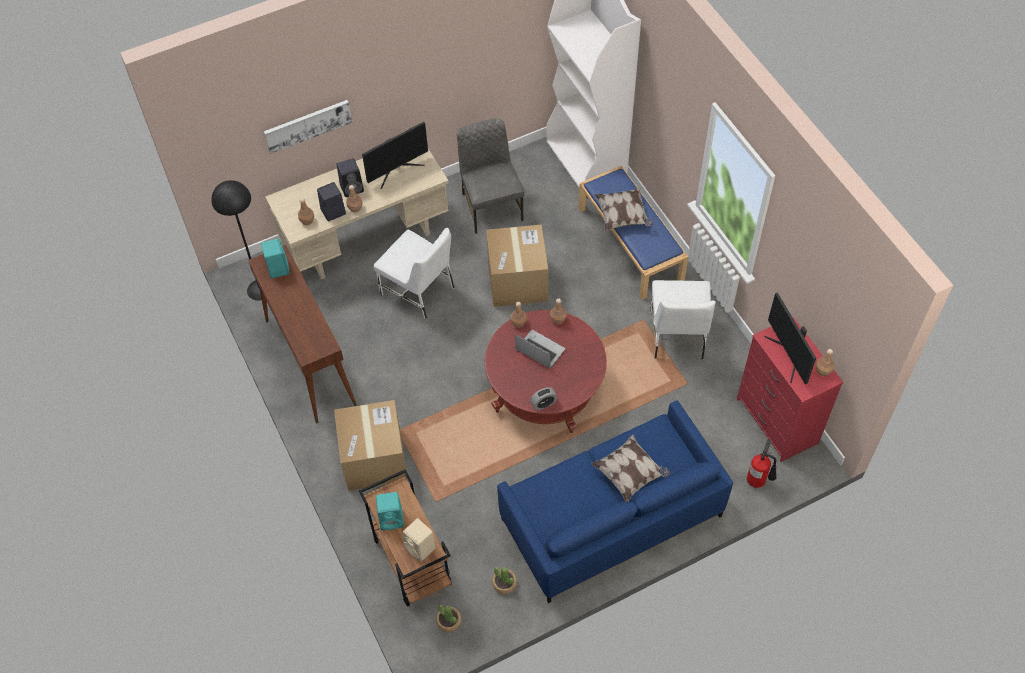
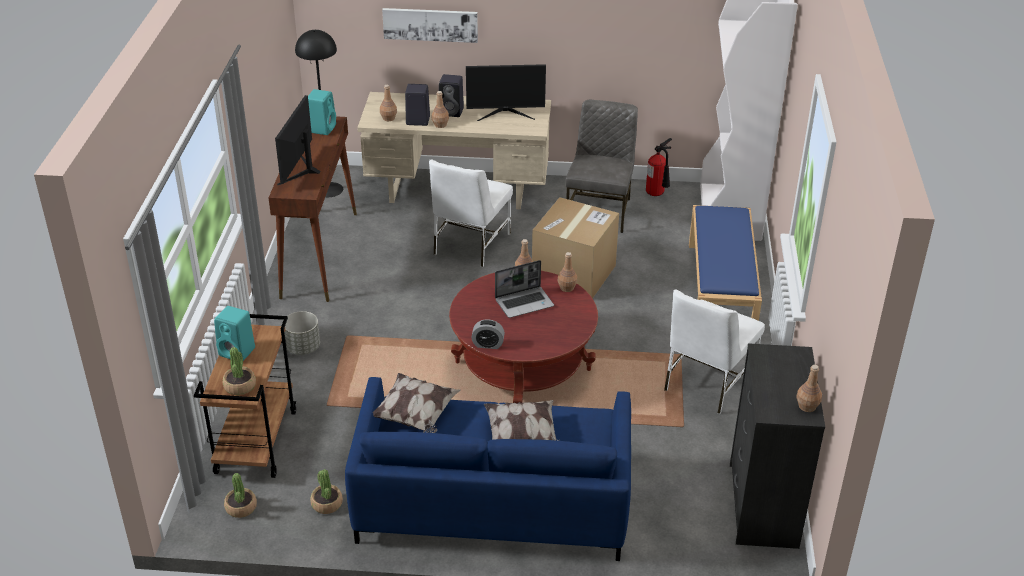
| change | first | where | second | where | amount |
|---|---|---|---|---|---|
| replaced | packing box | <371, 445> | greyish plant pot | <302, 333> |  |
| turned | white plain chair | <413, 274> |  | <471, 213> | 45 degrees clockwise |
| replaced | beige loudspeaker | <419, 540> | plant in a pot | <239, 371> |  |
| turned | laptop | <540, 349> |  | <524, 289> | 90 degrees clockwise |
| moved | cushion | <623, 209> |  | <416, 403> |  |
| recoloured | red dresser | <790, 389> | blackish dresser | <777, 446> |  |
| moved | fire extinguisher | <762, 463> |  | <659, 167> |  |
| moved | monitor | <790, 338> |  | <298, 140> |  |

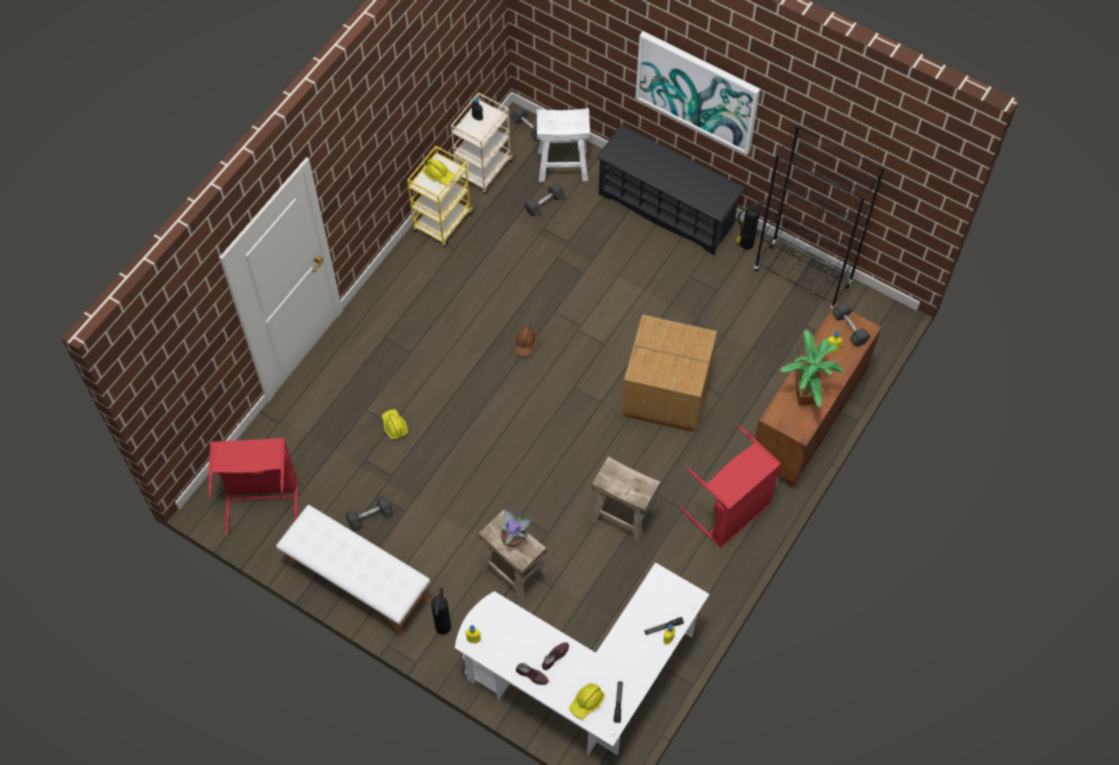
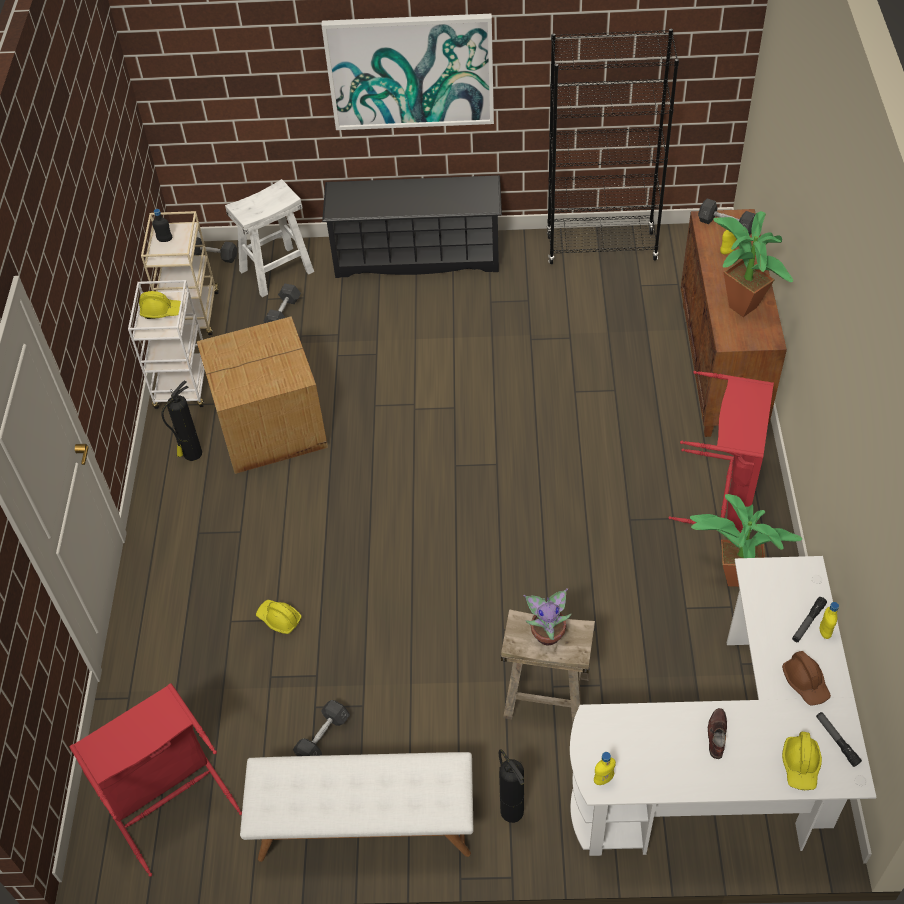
| change | first | where | second | where | amount |
|---|---|---|---|---|---|
| recoloured | yellow-coloured wheeled cart | <441, 196> | white wheeled cart | <166, 344> |  |
| moved | brown safety helmet | <526, 341> |  | <806, 678> |  |
| removed | brown item of footwear | <532, 674> |  |  |  |
| removed | beige stool seat | <625, 501> |  |  |  |
| moved | packing box | <669, 373> |  | <262, 395> |  |
| moved | fire extinguisher | <751, 225> |  | <181, 420> |  |
| added |  |  | plant in a pot | <746, 540> |  |

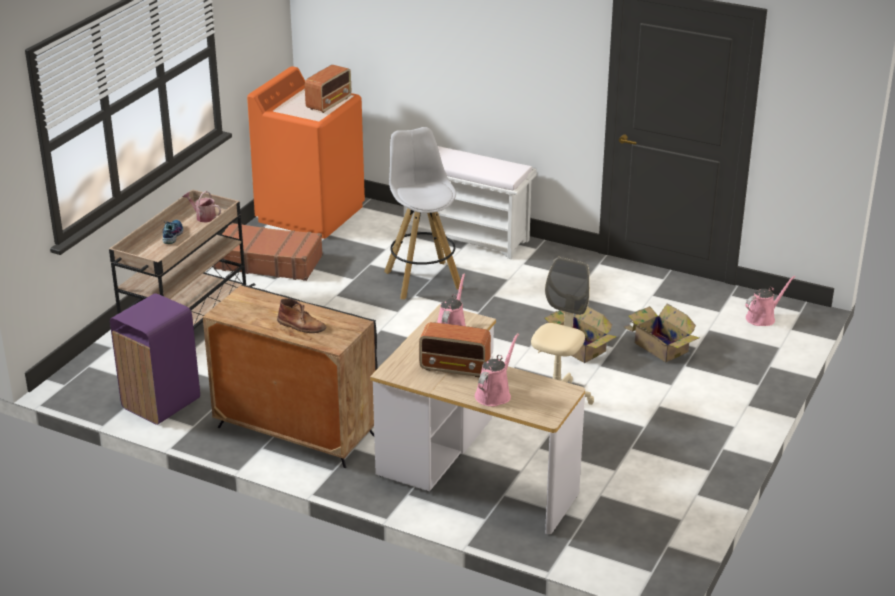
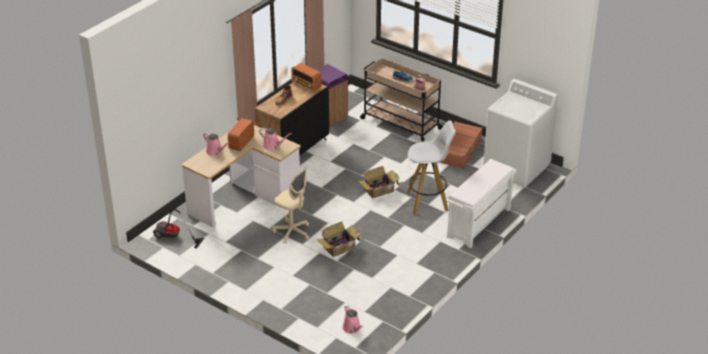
| change | first | where | second | where | amount |
|---|---|---|---|---|---|
| recoloured | orangey washing machine | <306, 152> | white washing machine | <520, 133> |  |
| moved | radio set | <328, 89> |  | <306, 77> |  |
| moved | packing box | <661, 332> |  | <381, 182> |  |
| added |  |  | hoover | <178, 229> |  |

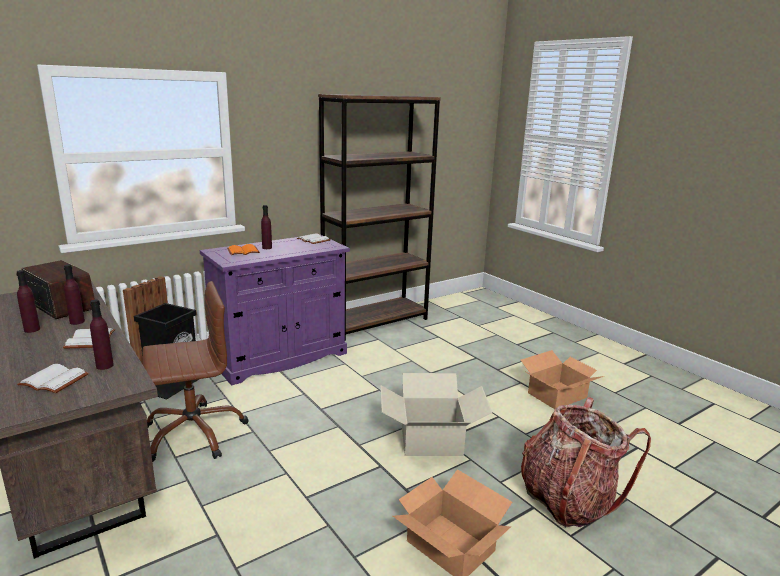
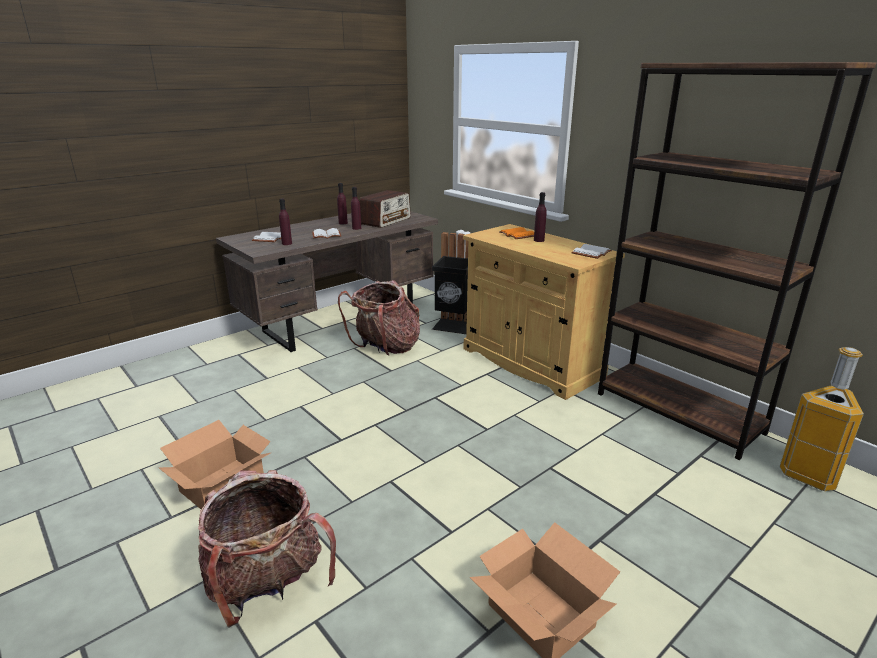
| change | first | where | second | where | amount |
|---|---|---|---|---|---|
| replaced | brown desk chair | <196, 371> | backpack | <379, 317> |  |
| recoloured | purplish storage cabinet | <275, 309> | beige storage cabinet | <544, 312> |  |
| removed | packing box | <436, 414> |  |  |  |
| added |  |  | trash can | <822, 419> |  |

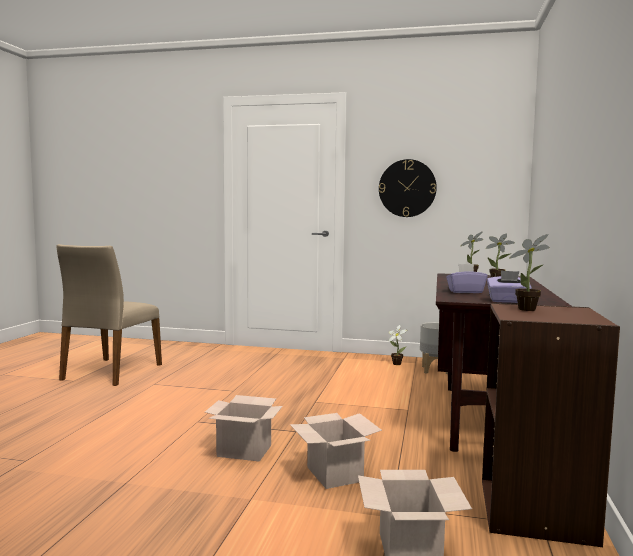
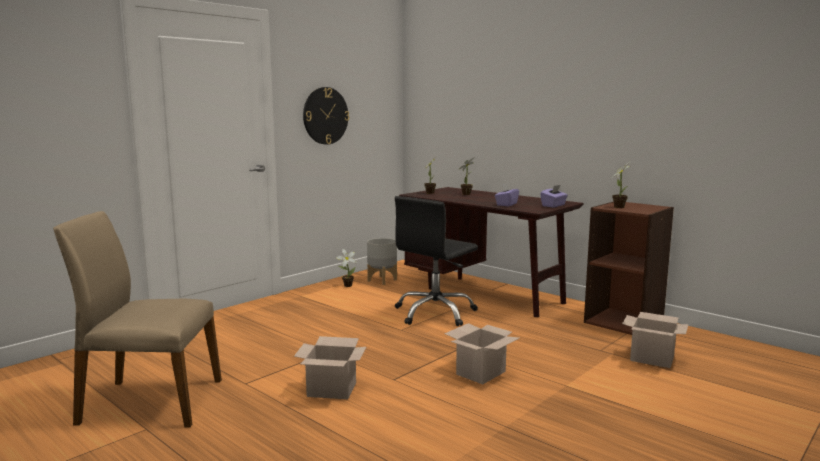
| change | first | where | second | where | amount |
|---|---|---|---|---|---|
| turned | beige plain chair | <109, 315> |  | <137, 319> | 135 degrees clockwise |
| moved | packing box | <336, 451> |  | <330, 367> |  |
| added |  |  | blackish desk chair | <436, 261> |  |

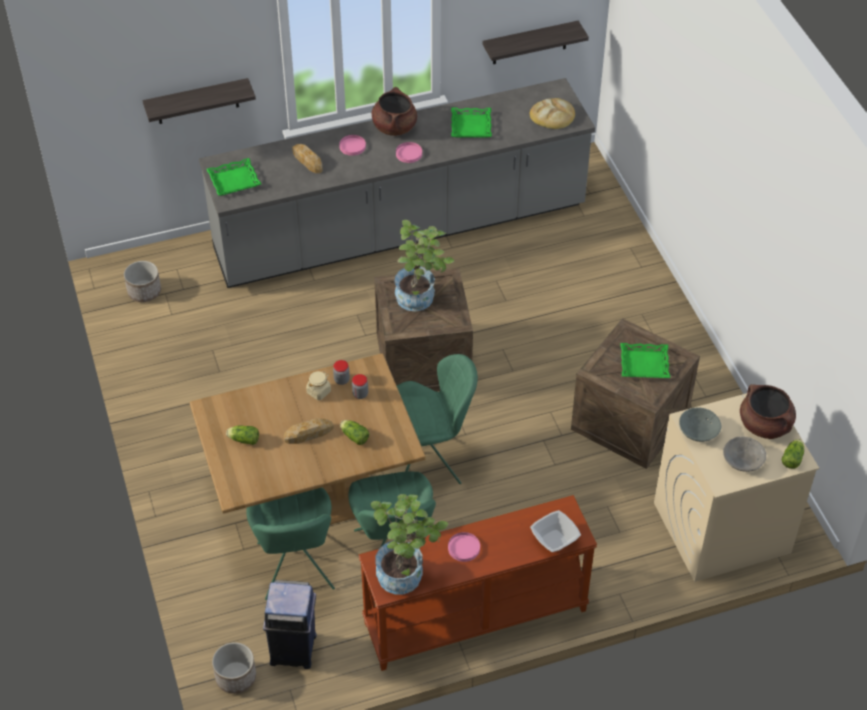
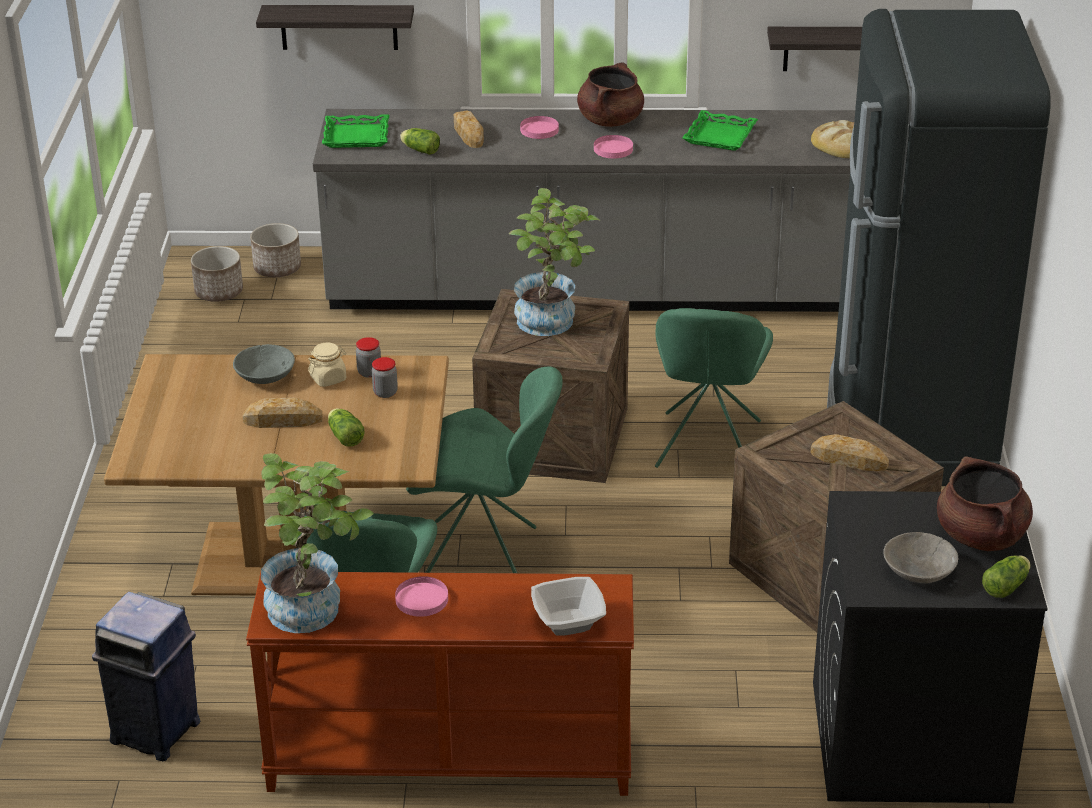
| change | first | where | second | where | amount |
|---|---|---|---|---|---|
| moved | plant pot | <234, 668> |  | <275, 250> |  |
| moved | lettuce head | <242, 435> |  | <420, 141> |  |
| moved | green plain chair | <290, 543> |  | <714, 388> |  |
| replaced | green carrying tray | <645, 360> | baked bread | <849, 452> |  |
| recoloured | beige washing machine | <736, 487> | blackish washing machine | <930, 647> |  |
| moved | greyish deep dish | <700, 425> |  | <264, 364> |  |
| added |  |  | blackish kitchen fridge | <939, 247> |  |

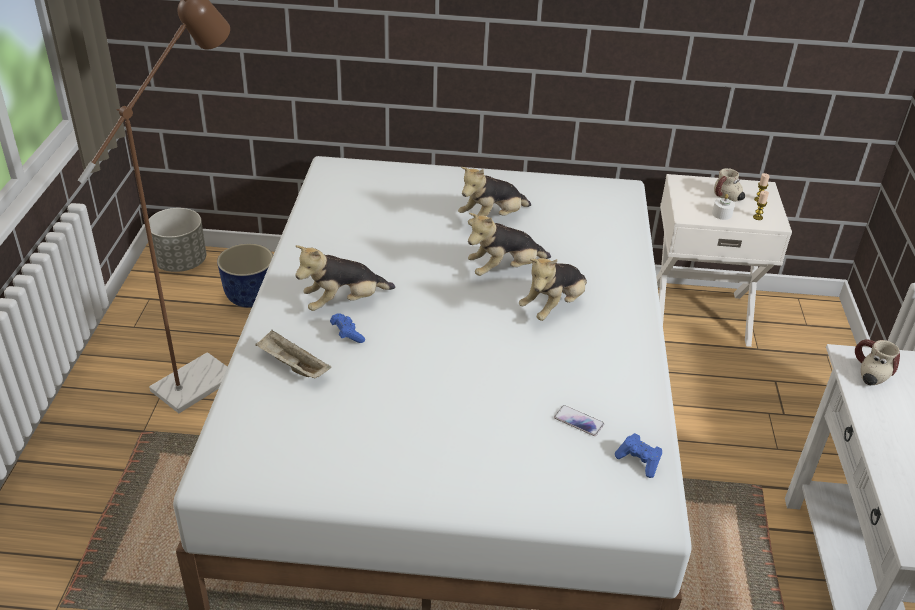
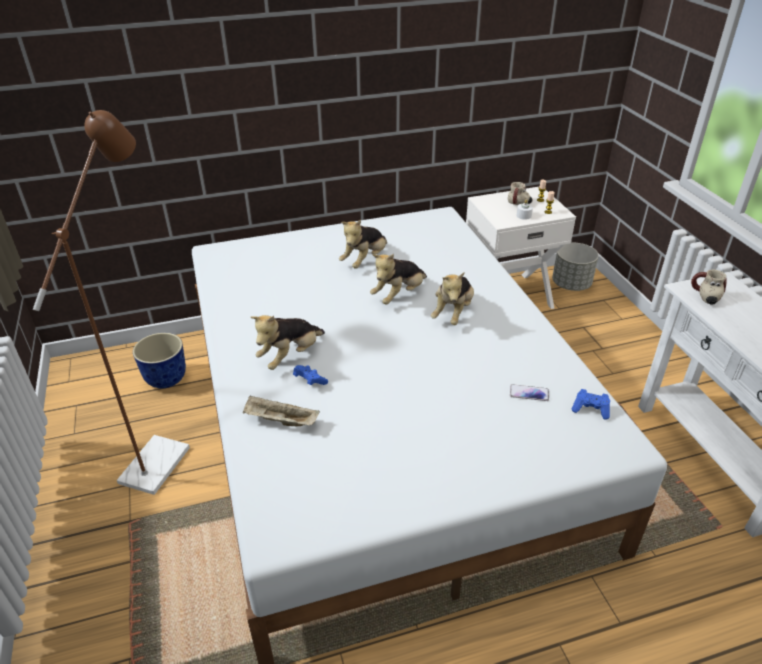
| change | first | where | second | where | amount |
|---|---|---|---|---|---|
| moved | greyish plant pot | <177, 240> |  | <575, 267> |  |

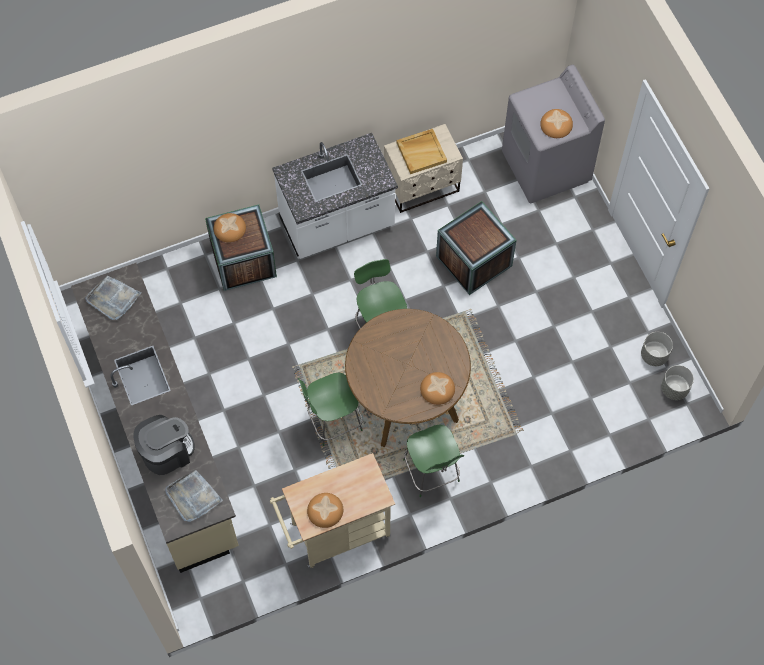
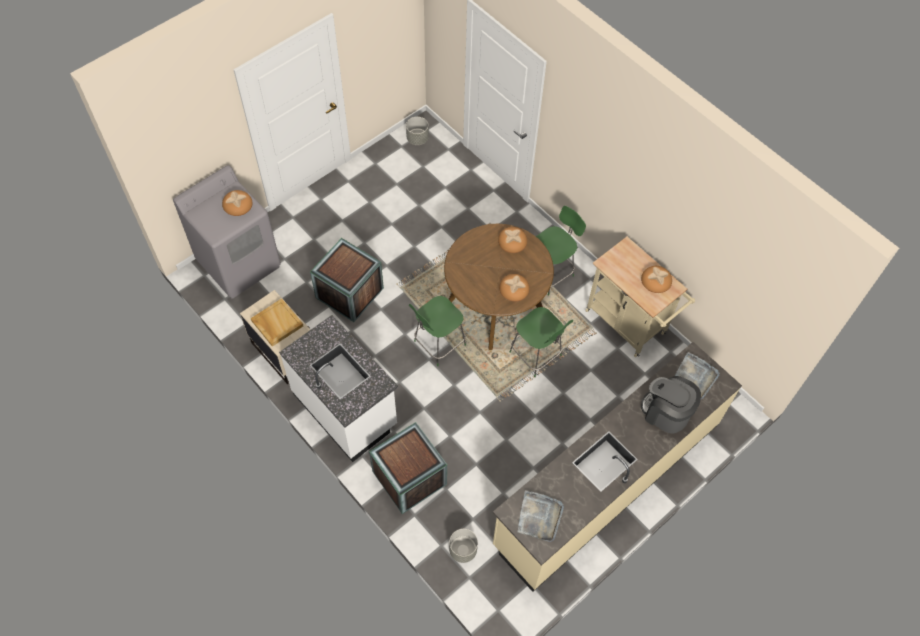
| change | first | where | second | where | amount |
|---|---|---|---|---|---|
| moved | baked bread | <230, 228> |  | <514, 287> |  |
| moved | greyish plant pot | <657, 349> |  | <463, 546> |  |

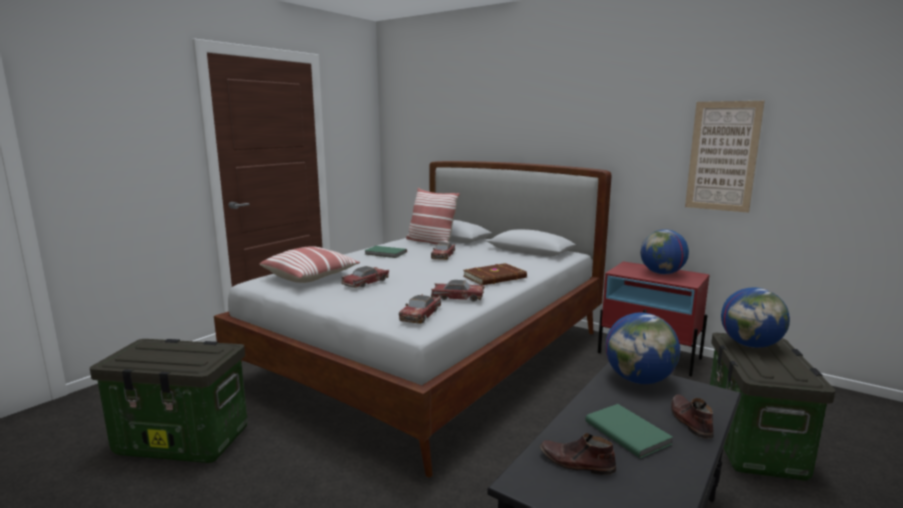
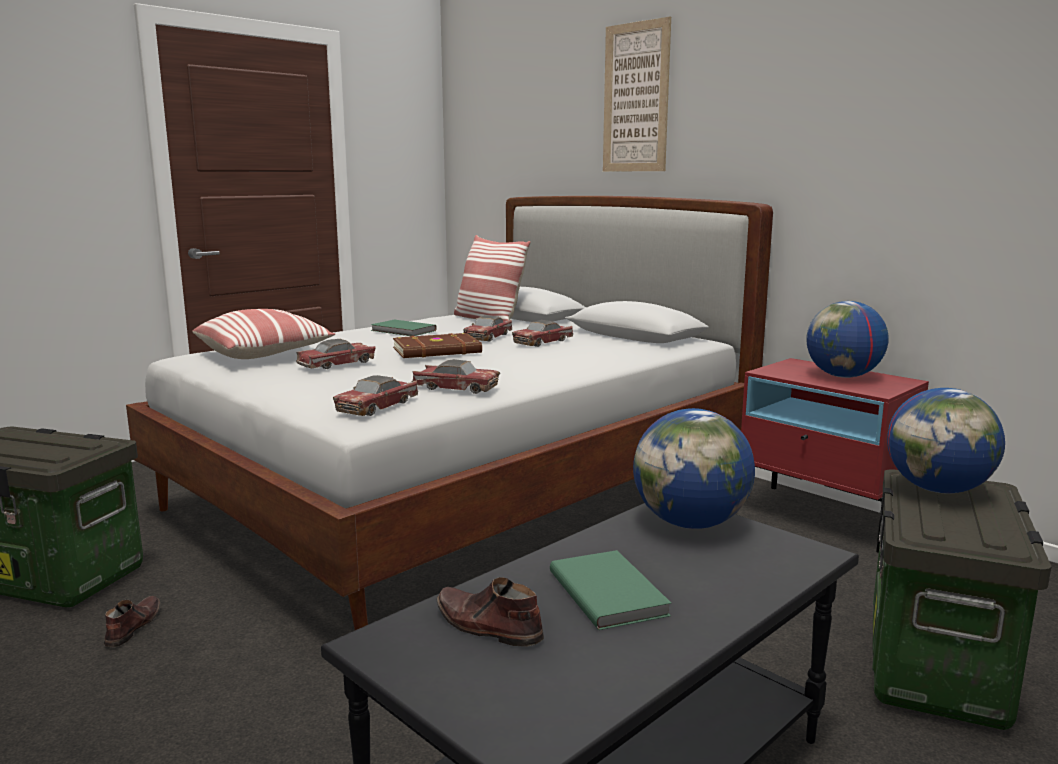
| change | first | where | second | where | amount |
|---|---|---|---|---|---|
| moved | brown bound book | <495, 274> |  | <437, 345> |  |
| moved | brown item of footwear | <692, 416> |  | <132, 621> |  |
| moved | wall picture | <725, 157> |  | <637, 93> |  |
| added |  |  | miniature car | <542, 333> |  |

